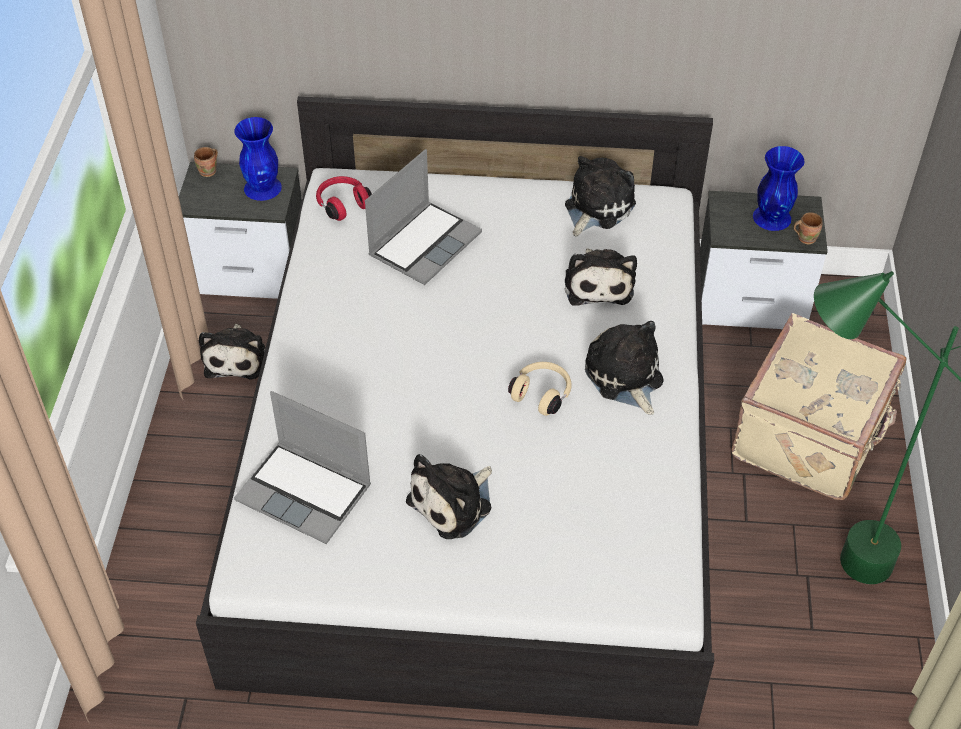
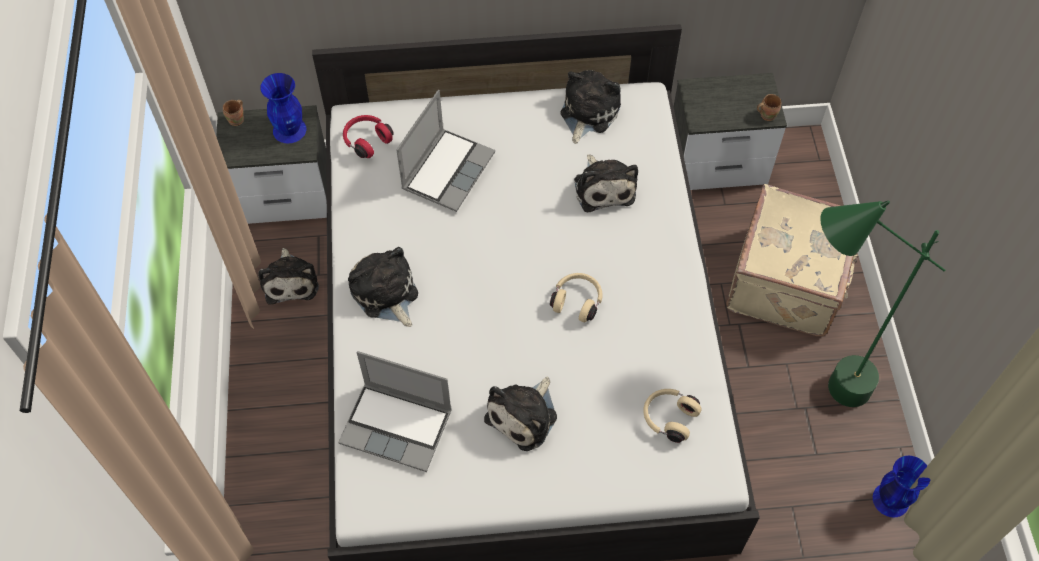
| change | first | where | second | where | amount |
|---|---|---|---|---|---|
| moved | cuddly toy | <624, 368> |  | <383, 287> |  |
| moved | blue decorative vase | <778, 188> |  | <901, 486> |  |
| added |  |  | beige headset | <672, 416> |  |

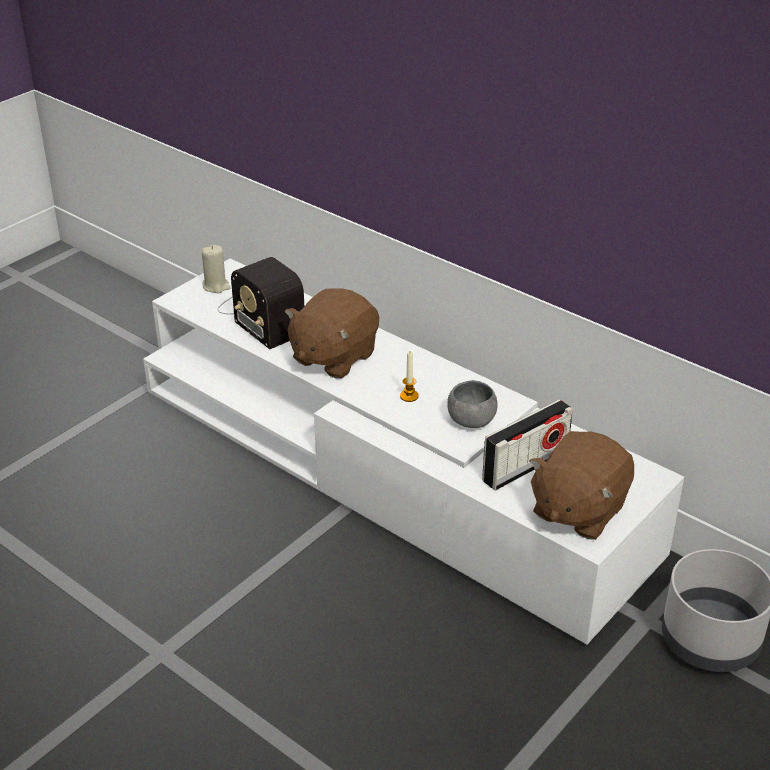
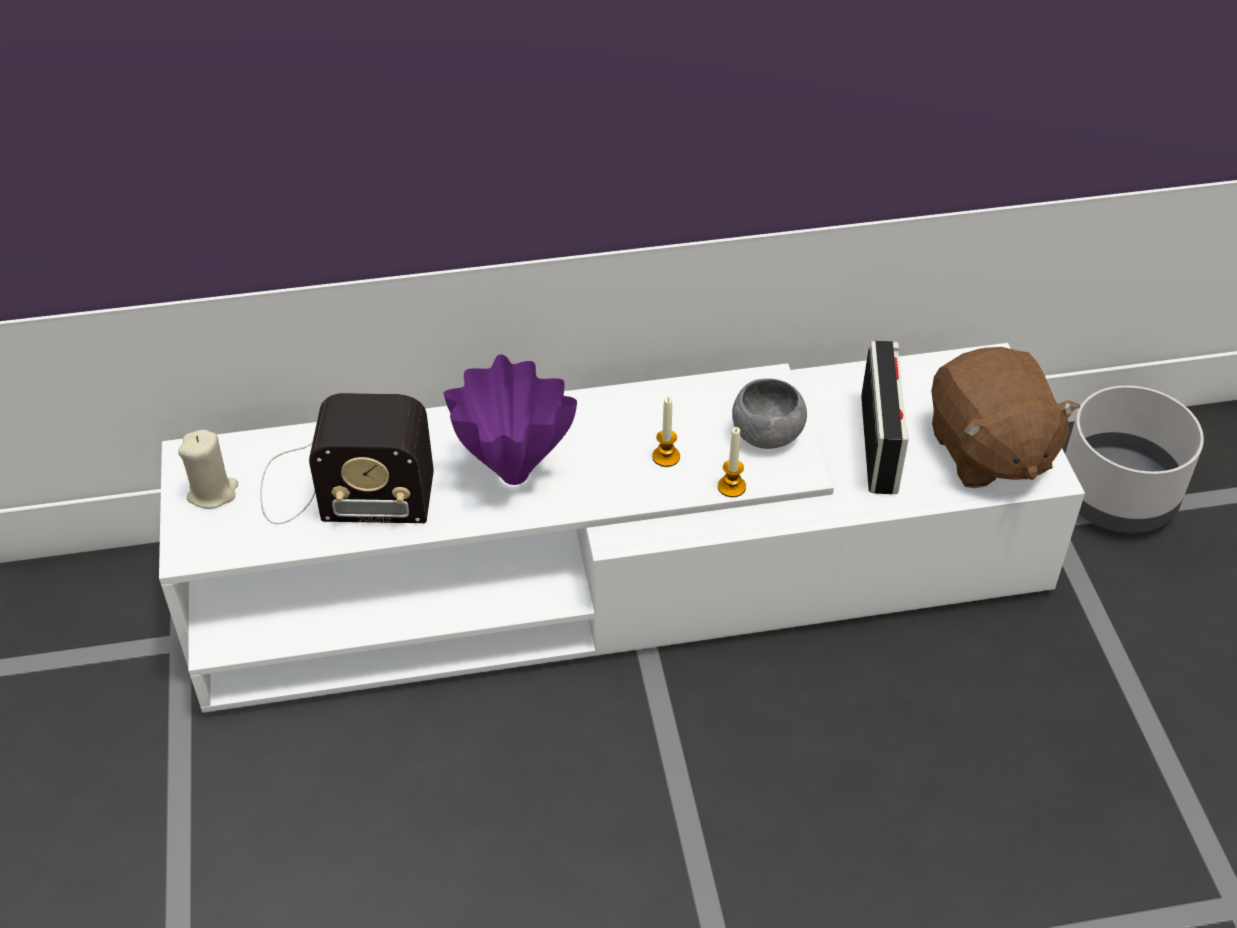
| change | first | where | second | where | amount |
|---|---|---|---|---|---|
| replaced | brown cuddly toy | <332, 333> | purplish decorative vase | <510, 419> |  |
| added |  |  | wax candle | <732, 462> |  |

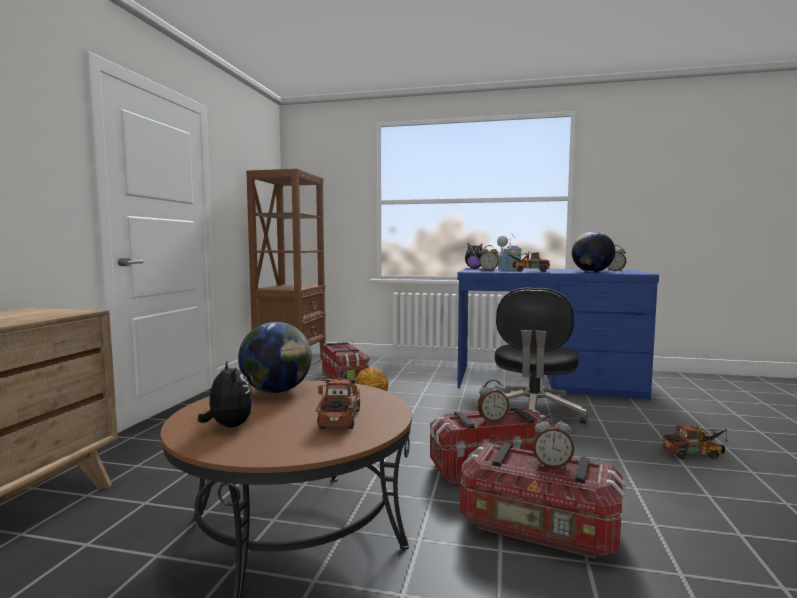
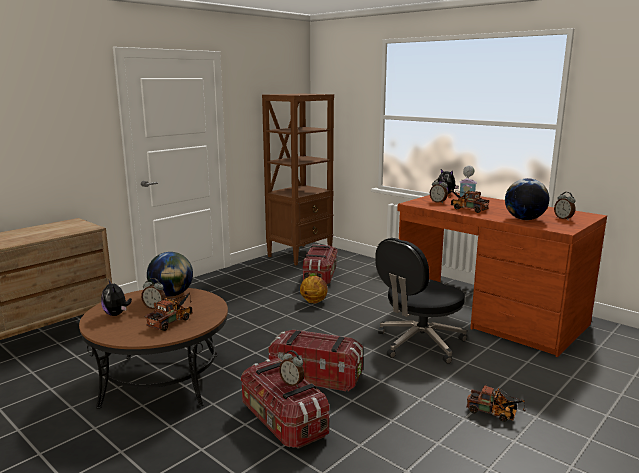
| change | first | where | second | where | amount |
|---|---|---|---|---|---|
| turned | cuddly toy | <225, 394> |  | <116, 297> | 150 degrees clockwise |
| recoloured | blue desk table | <558, 334> | brown desk table | <502, 274> |  |
| moved | table clock | <493, 401> |  | <153, 293> |  |

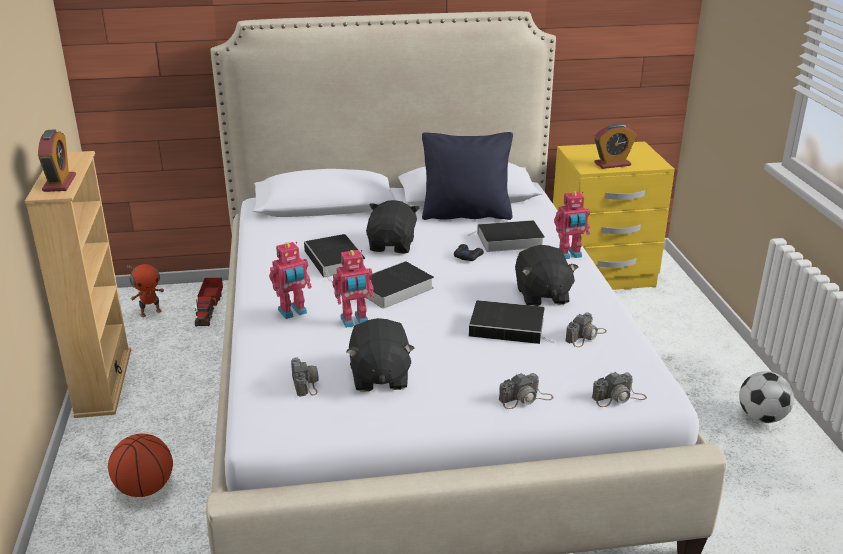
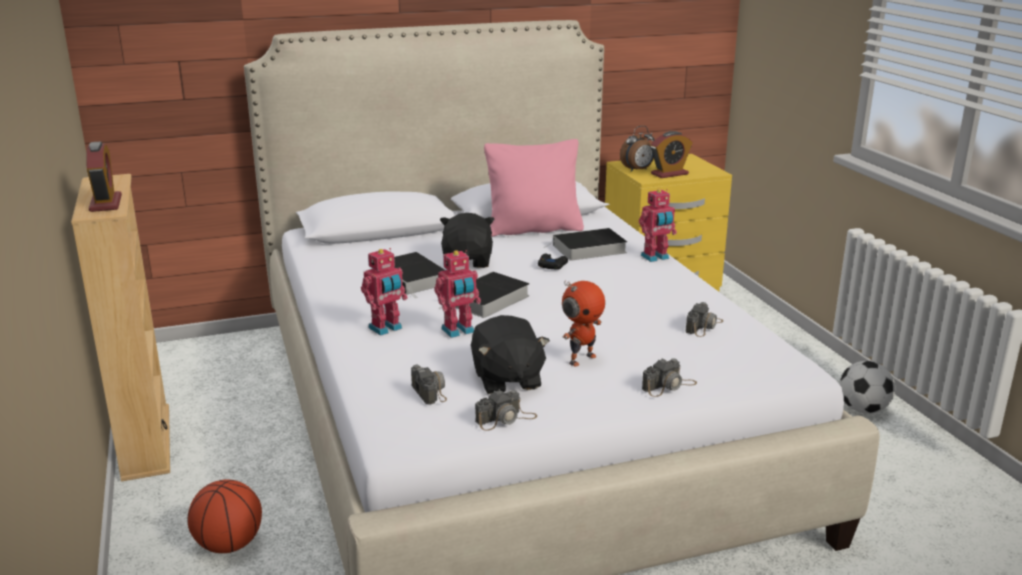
| change | first | where | second | where | amount |
|---|---|---|---|---|---|
| moved | robot figure | <145, 290> |  | <583, 323> |  |
| removed | toy truck | <209, 302> |  |  |  |
| recoloured | blackish cushion | <467, 176> | pink-coloured cushion | <534, 188> |  |
| removed | bound book | <512, 322> |  |  |  |
| removed | blackish cuddly toy | <546, 275> |  |  |  |
| moved | photo camera | <619, 389> |  | <506, 410> |  |
| added |  |  | table clock | <637, 149> |  |

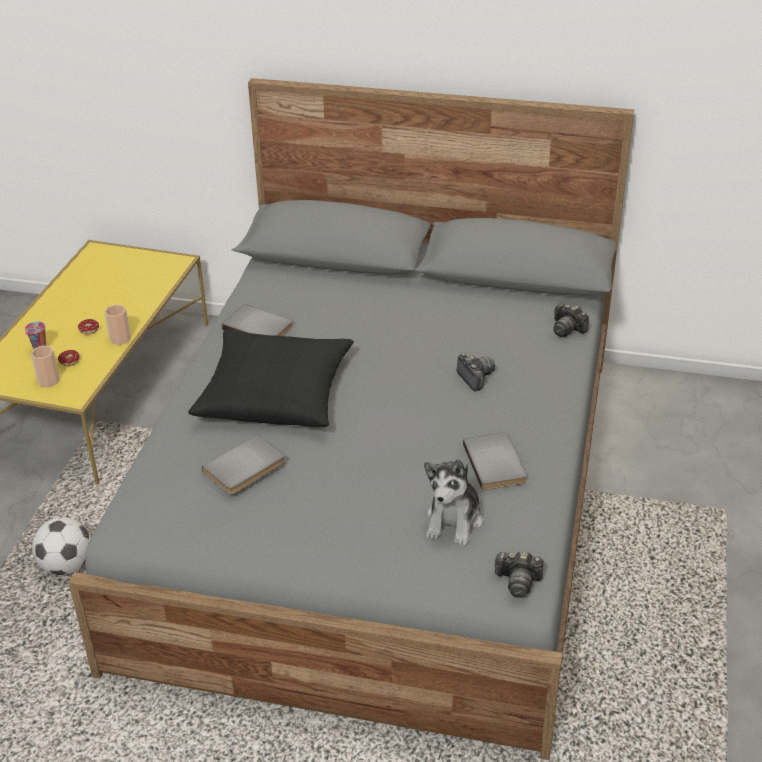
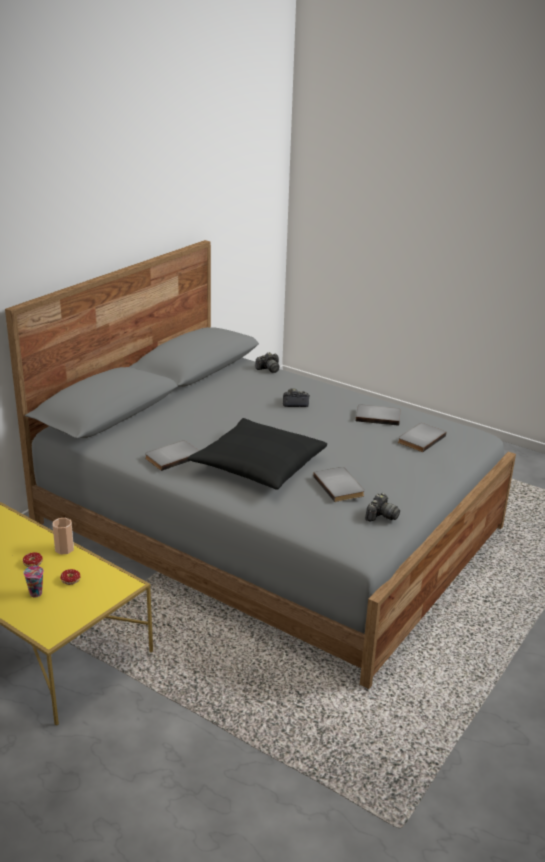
| change | first | where | second | where | amount |
|---|---|---|---|---|---|
| removed | cup | <45, 366> |  |  |  |
| removed | football | <61, 546> |  |  |  |
| replaced | cuddly toy | <453, 502> | greyish bound book | <422, 437> |  |
| moved | photo camera | <518, 574> |  | <382, 507> |  |

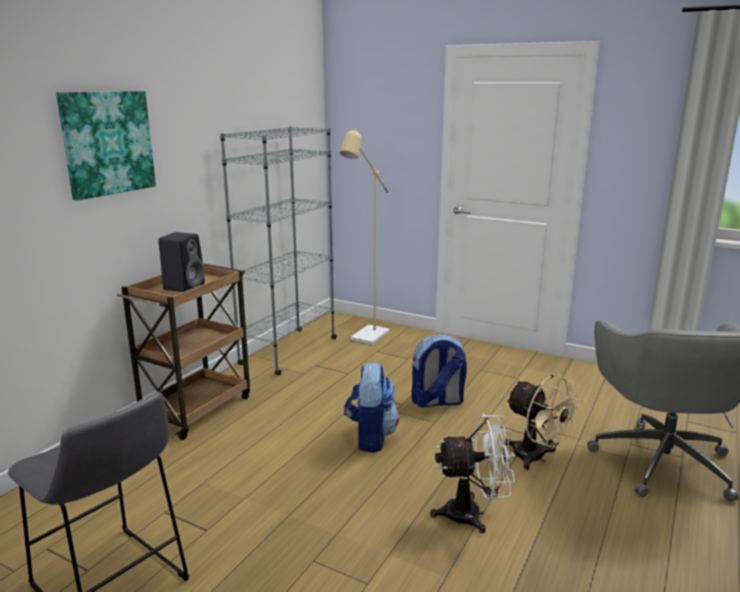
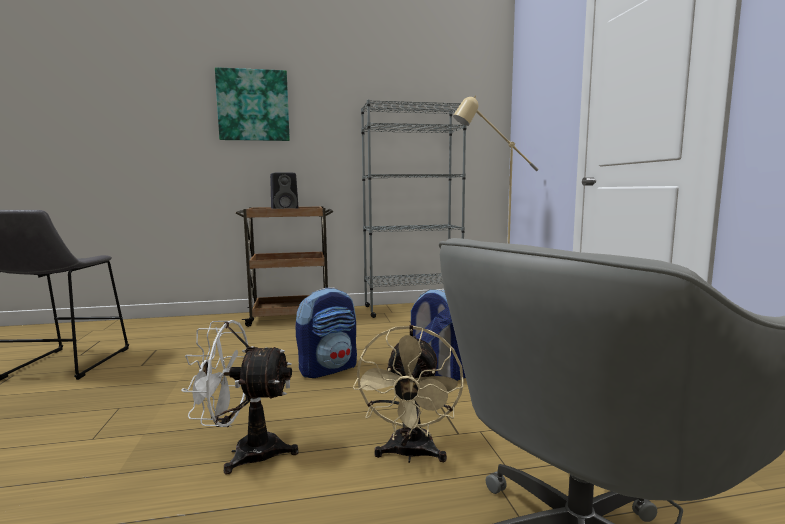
| change | first | where | second | where | amount |
|---|---|---|---|---|---|
| turned | white electric fan | <472, 473> |  | <239, 397> | 135 degrees clockwise |

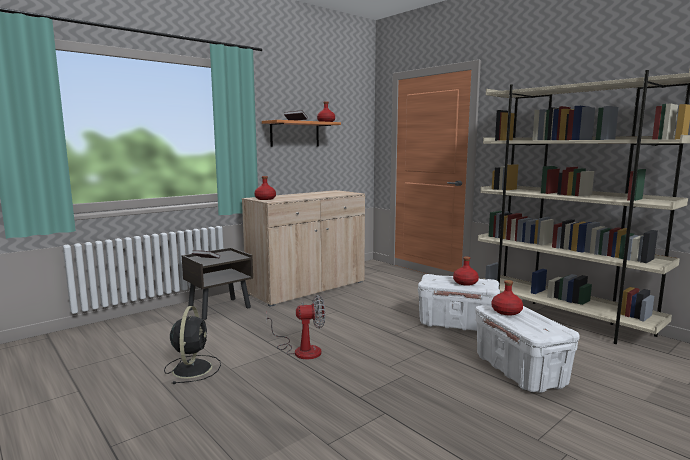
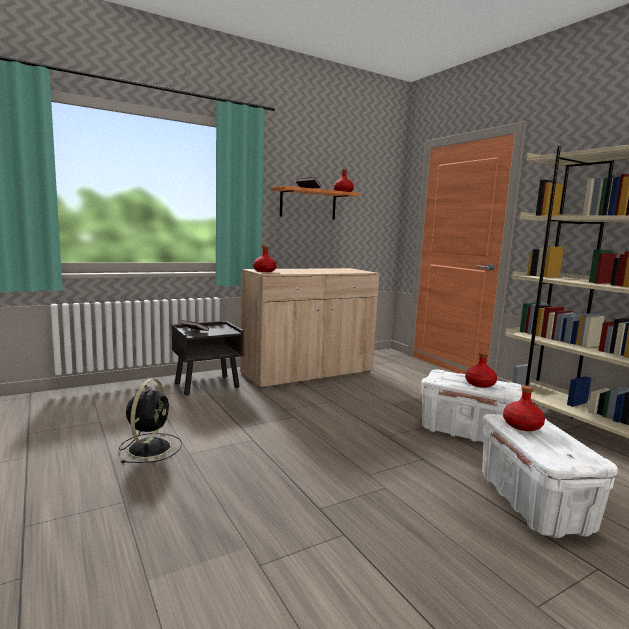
| change | first | where | second | where | amount |
|---|---|---|---|---|---|
| removed | electric fan | <295, 327> |  |  |  |

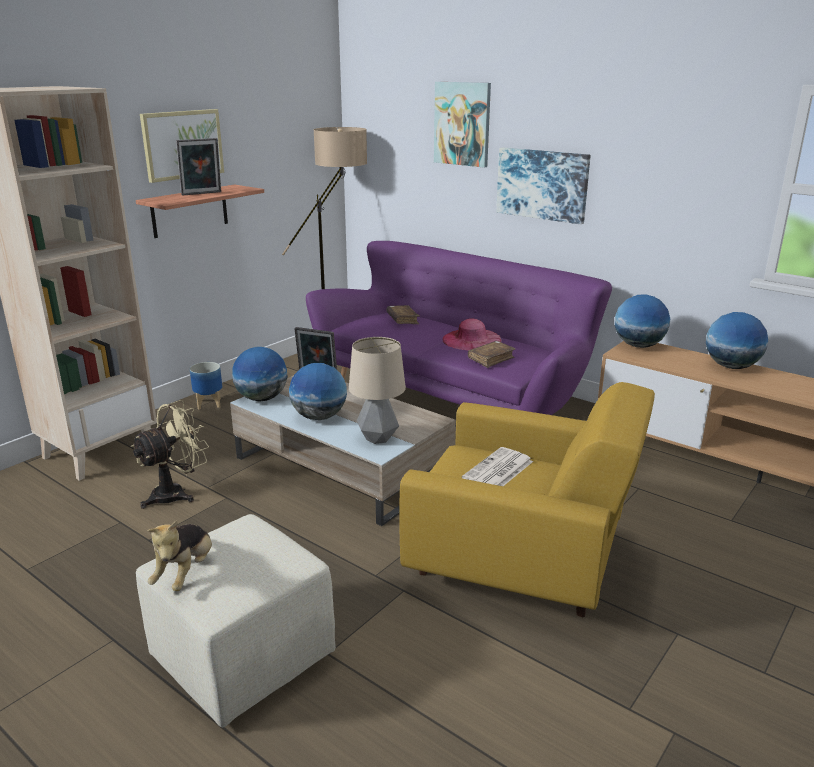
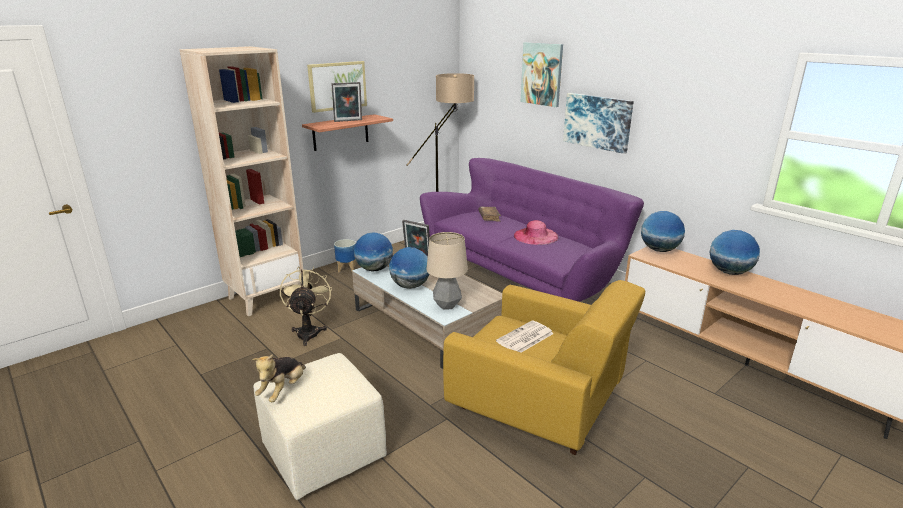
| change | first | where | second | where | amount |
|---|---|---|---|---|---|
| turned | beige electric fan | <170, 454> |  | <306, 306> | 60 degrees counterclockwise |
| removed | brown bound book | <491, 354> |  |  |  |

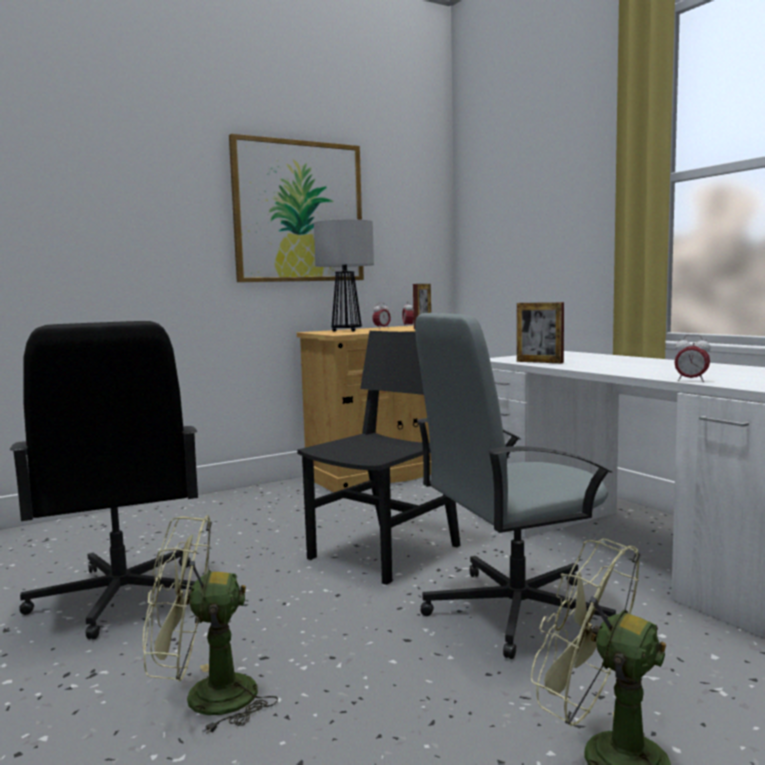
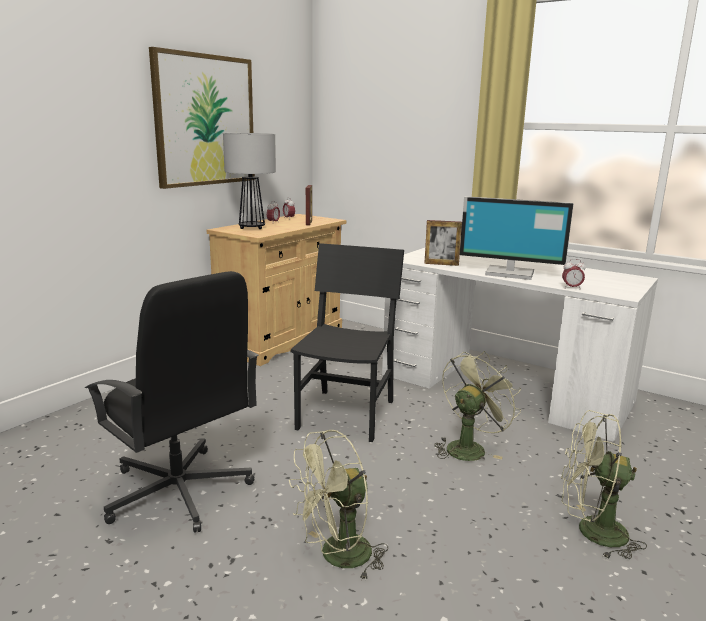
| change | first | where | second | where | amount |
|---|---|---|---|---|---|
| replaced | greyish desk chair | <515, 486> | green electric fan | <477, 406> |  |
| added |  |  | monitor | <517, 238> |  |

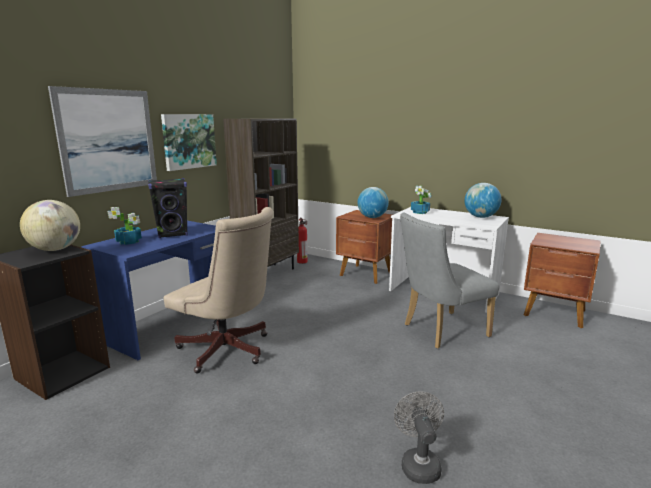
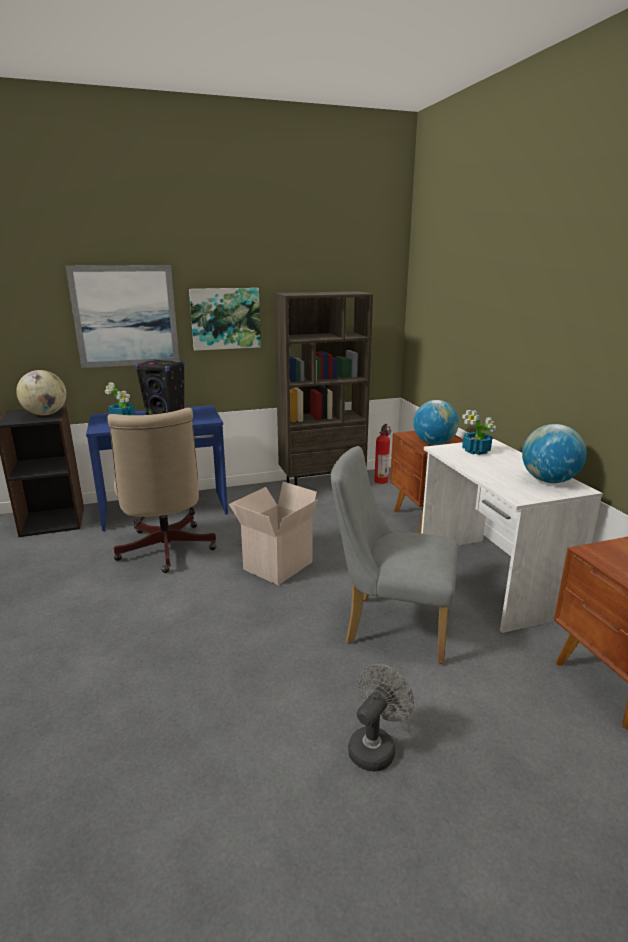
| change | first | where | second | where | amount |
|---|---|---|---|---|---|
| moved | greyish electric fan | <419, 437> |  | <381, 718> |  |
| added |  |  | packing box | <273, 533> |  |

